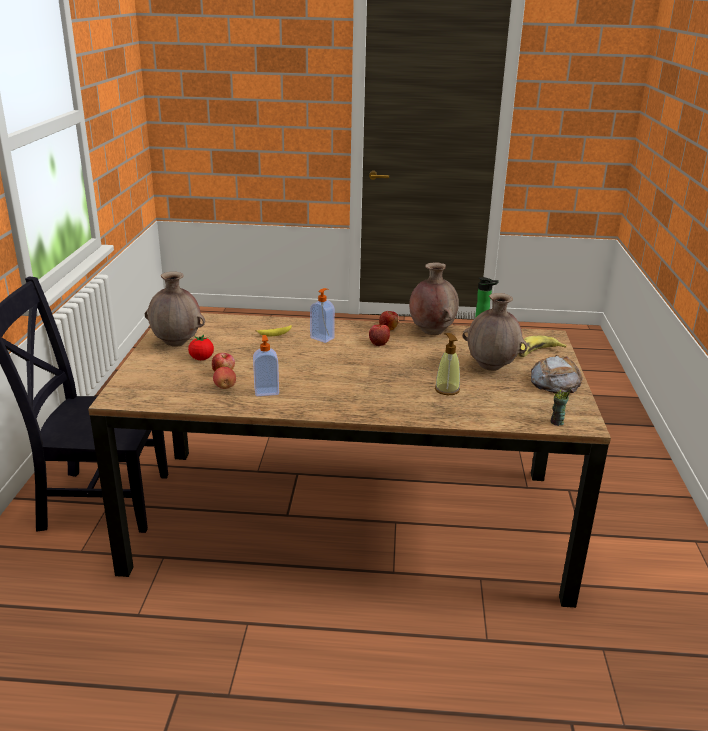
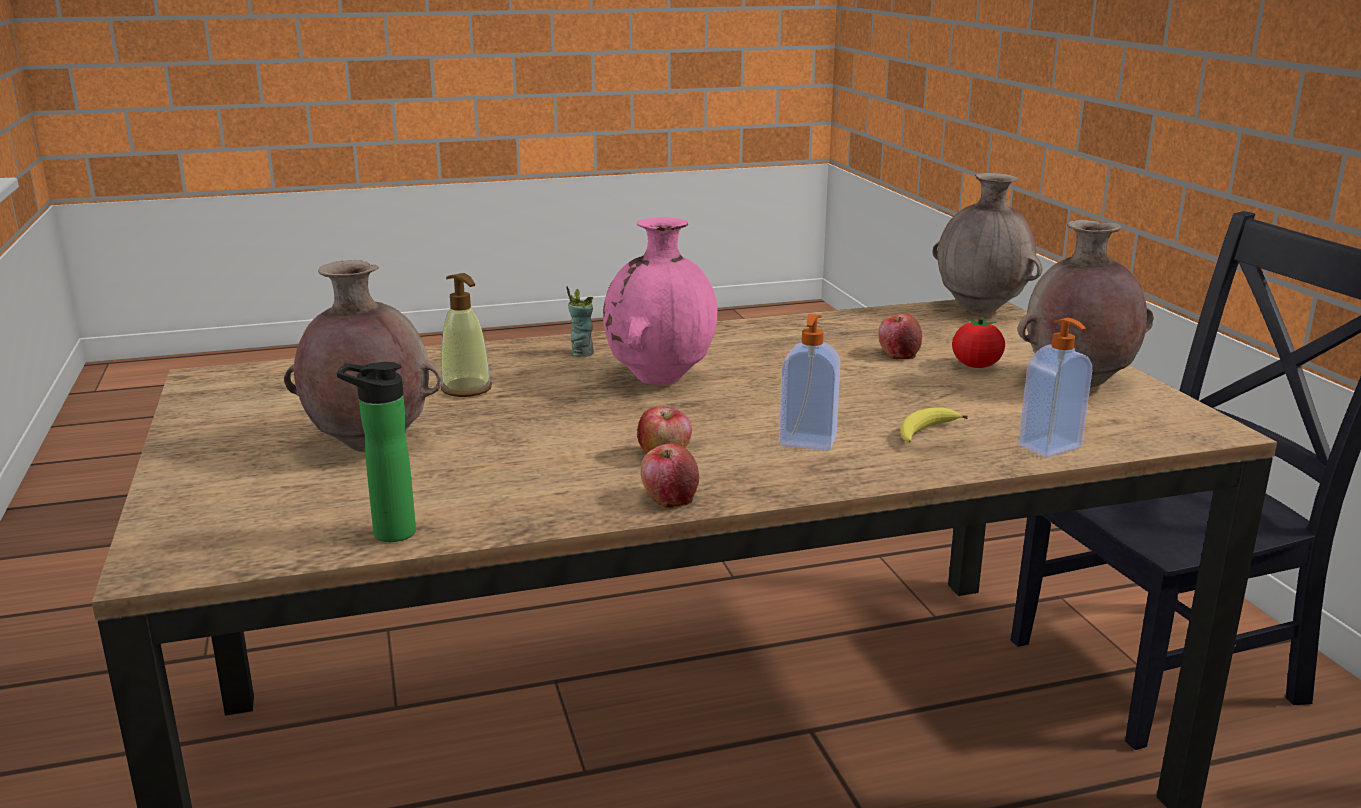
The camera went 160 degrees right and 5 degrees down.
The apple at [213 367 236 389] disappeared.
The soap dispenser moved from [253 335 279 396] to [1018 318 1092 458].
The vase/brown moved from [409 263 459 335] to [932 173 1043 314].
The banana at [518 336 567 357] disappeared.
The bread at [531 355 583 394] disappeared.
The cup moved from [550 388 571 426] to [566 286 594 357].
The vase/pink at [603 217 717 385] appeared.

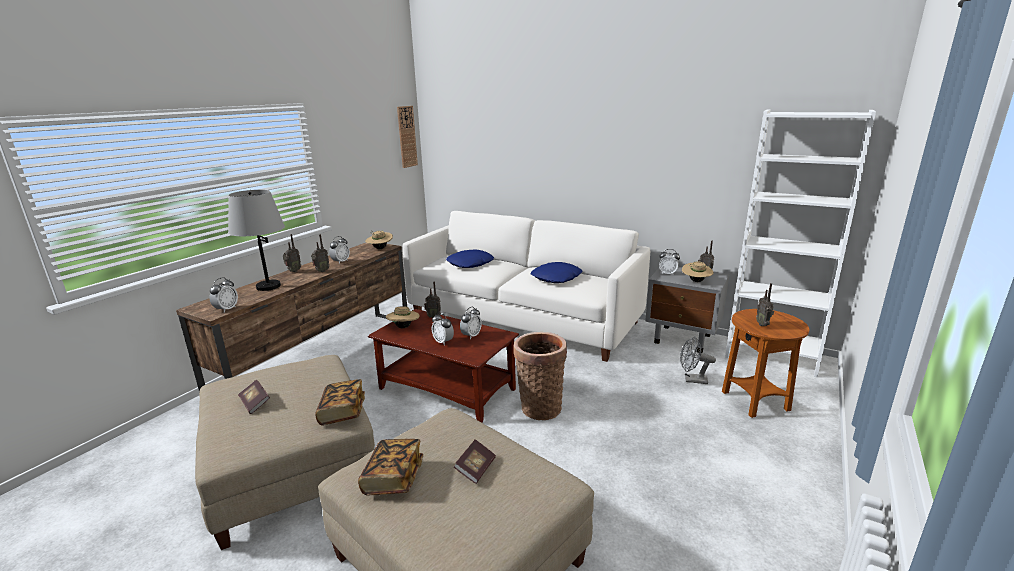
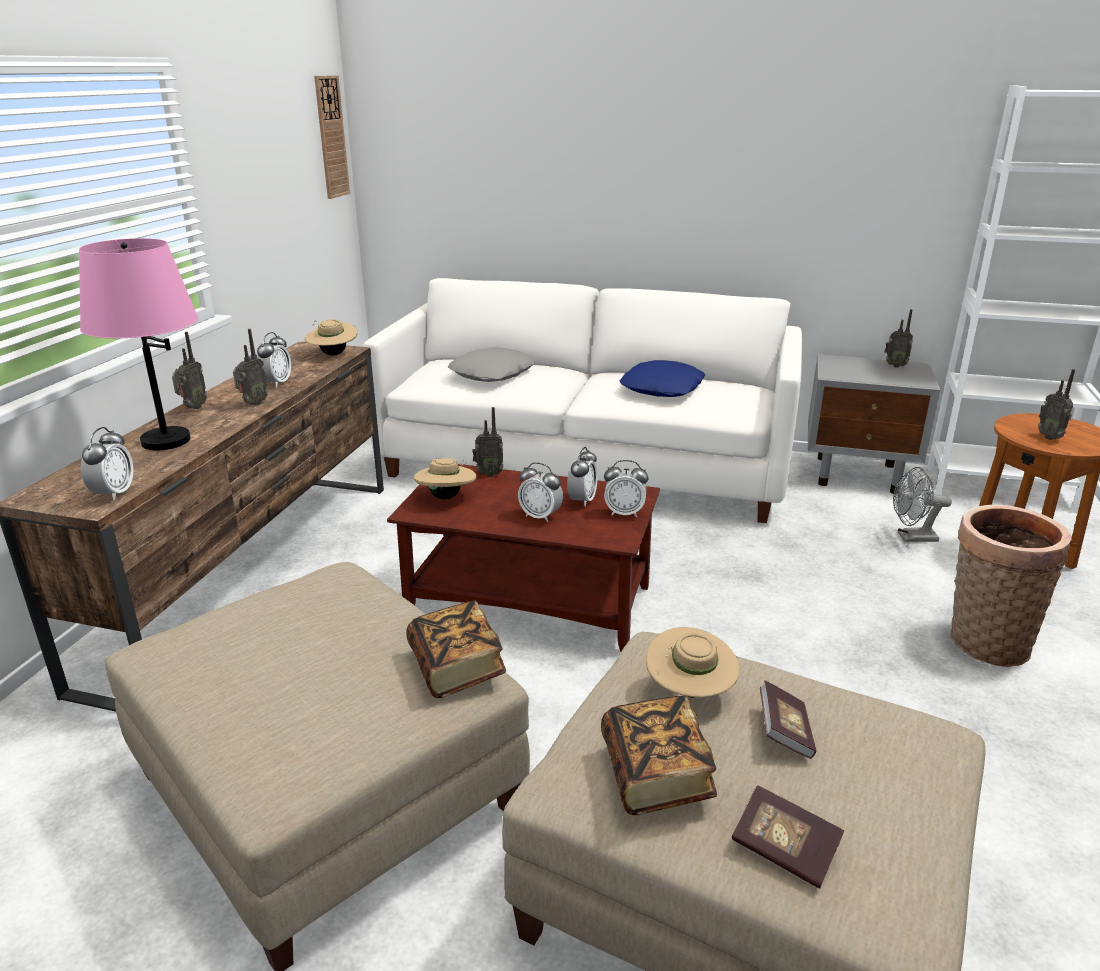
The camera went 15 degrees left and 5 degrees up.
The table lamp/grey at [228 190 285 291] became the table lamp/pink at [79 238 198 450].
The book moved from [238 380 270 414] to [732 785 844 889].
The pillow/blue at [446 249 494 268] became the pillow/grey at [448 347 535 382].
The basket moved from [513 332 567 420] to [950 504 1072 667].
The alarm clock moved from [659 249 680 276] to [604 460 648 517].
The hat/beige moved from [682 262 713 282] to [646 627 740 698].

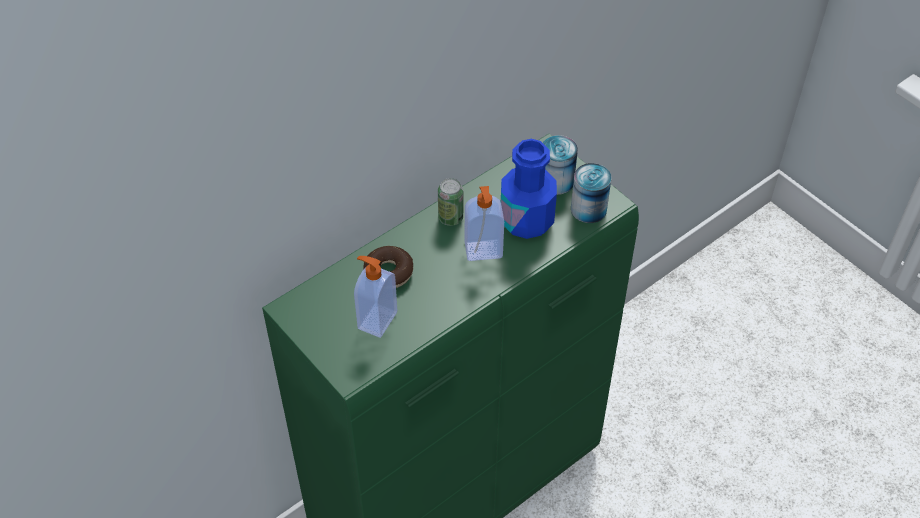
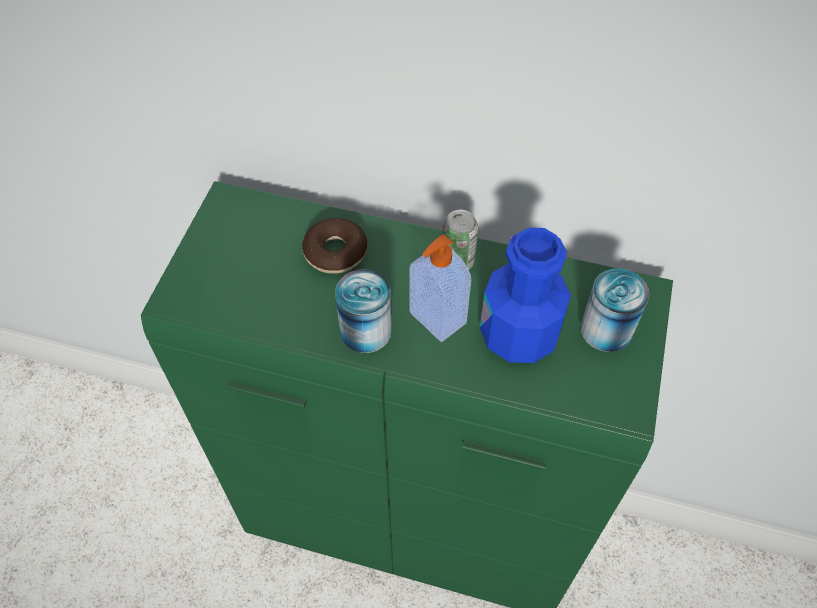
The camera went 55 degrees right and 5 degrees up.
The soap dispenser at [354 256 397 338] disappeared.
The can moved from [571 163 612 223] to [335 269 392 353].

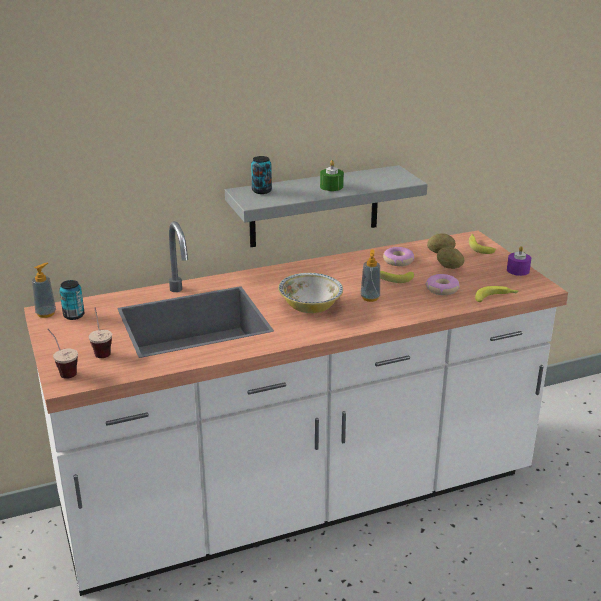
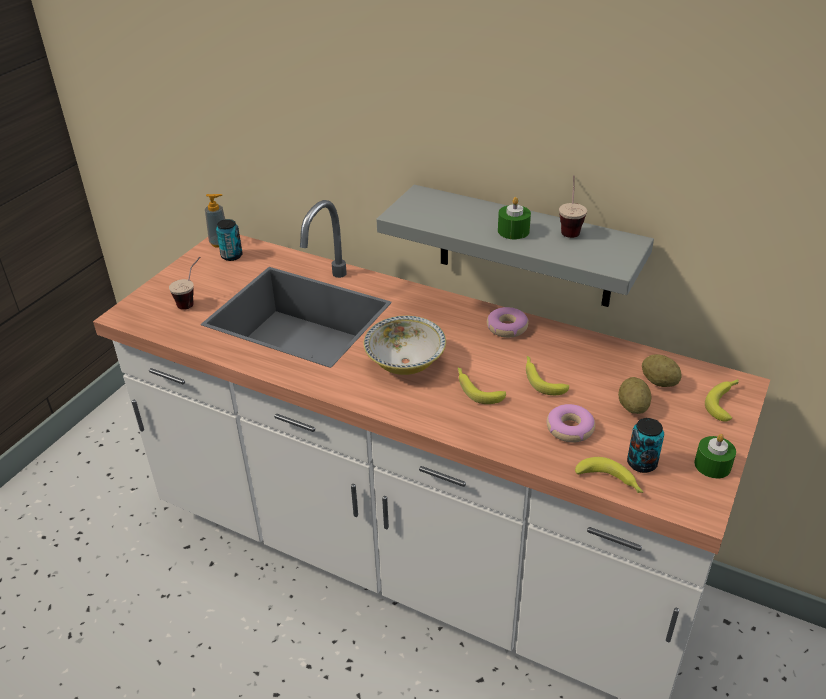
The camera went 50 degrees right and 10 degrees up.
The cup moved from [47 329 78 379] to [559 175 587 238].
The can moved from [251 156 272 194] to [627 418 664 473].
The soap dispenser at [361 249 380 302] was replaced by the banana at [458 368 506 404].
The donut moved from [383 247 414 266] to [487 307 529 338].
The candle/purple at [507 246 531 276] became the candle/green at [694 434 736 479].

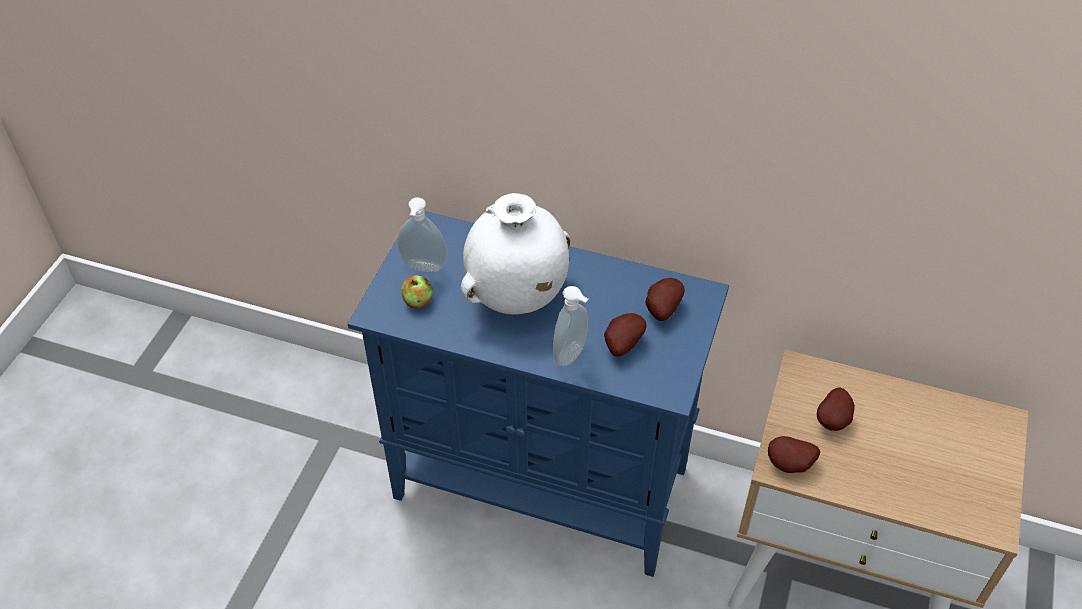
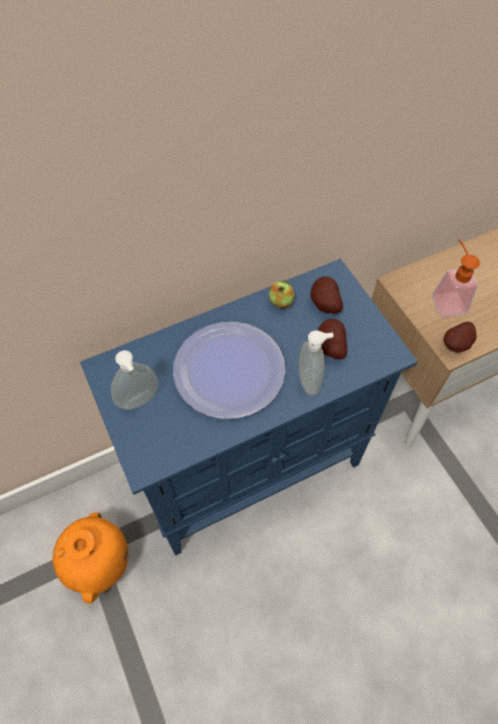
The camera went 45 degrees left and 10 degrees up.
The apple moved from [401 275 433 309] to [269 281 295 309].
The vase/white at [461 193 571 315] was replaced by the plate at [173 322 285 419].
The potato at [817 388 855 431] was replaced by the soap dispenser at [432 239 480 317].
The vase/orange at [53 512 129 604] appeared.

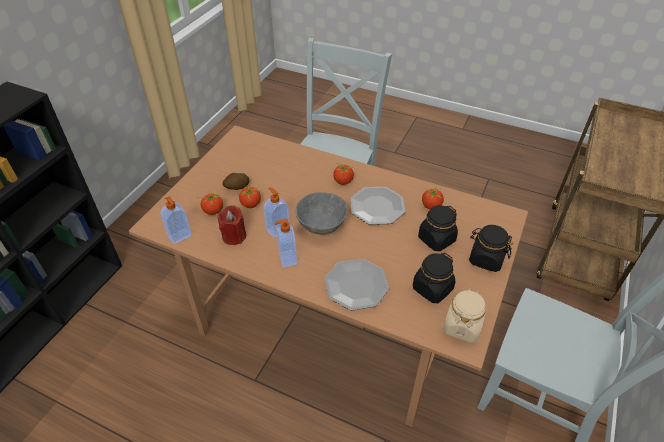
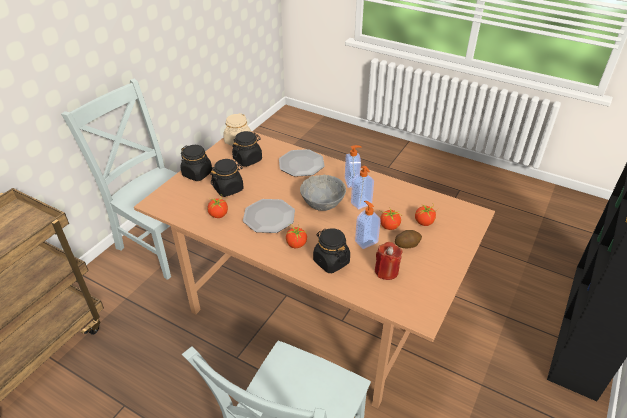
The camera went 175 degrees left and 5 degrees down.
The soap dispenser moved from [160 196 192 244] to [355 201 381 249].
The candle/red moved from [217 205 246 245] to [375 242 403 280].
The jar/black at [313 228 350 273] appeared.

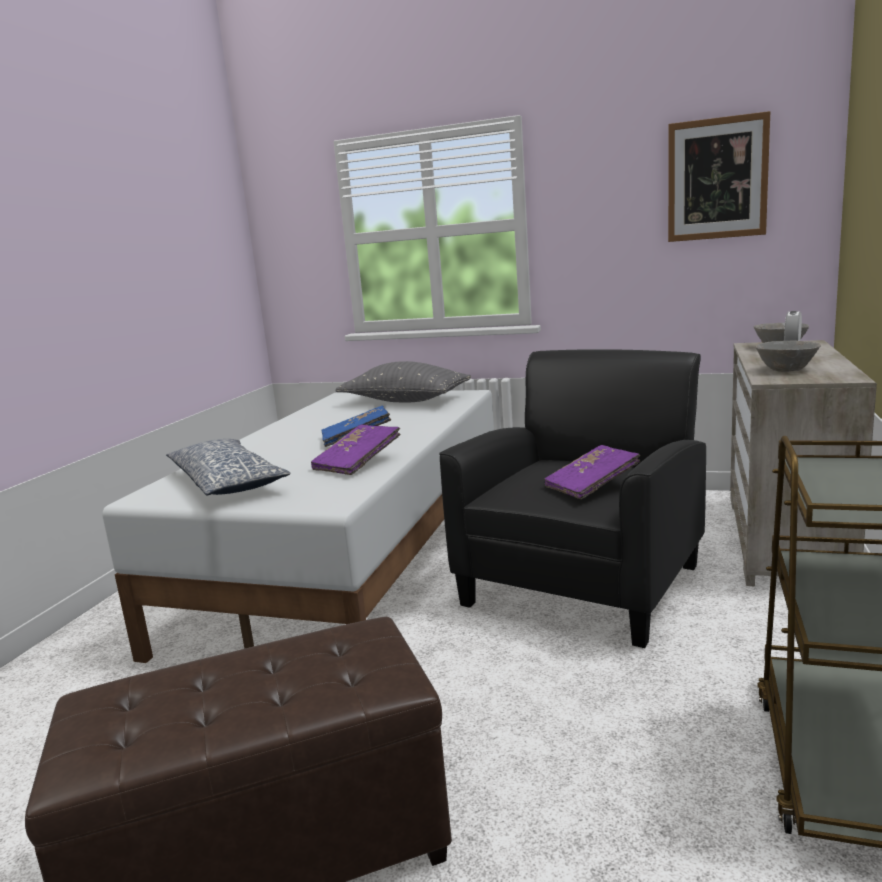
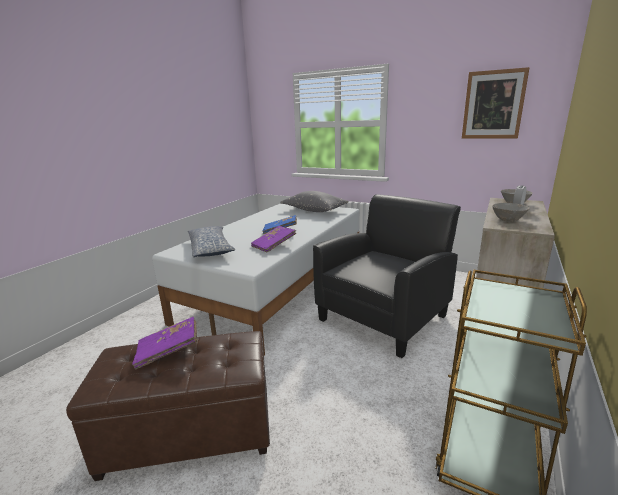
The camera went 10 degrees right and 5 degrees up.
The book/purple moved from [544 445 641 499] to [132 317 197 370].

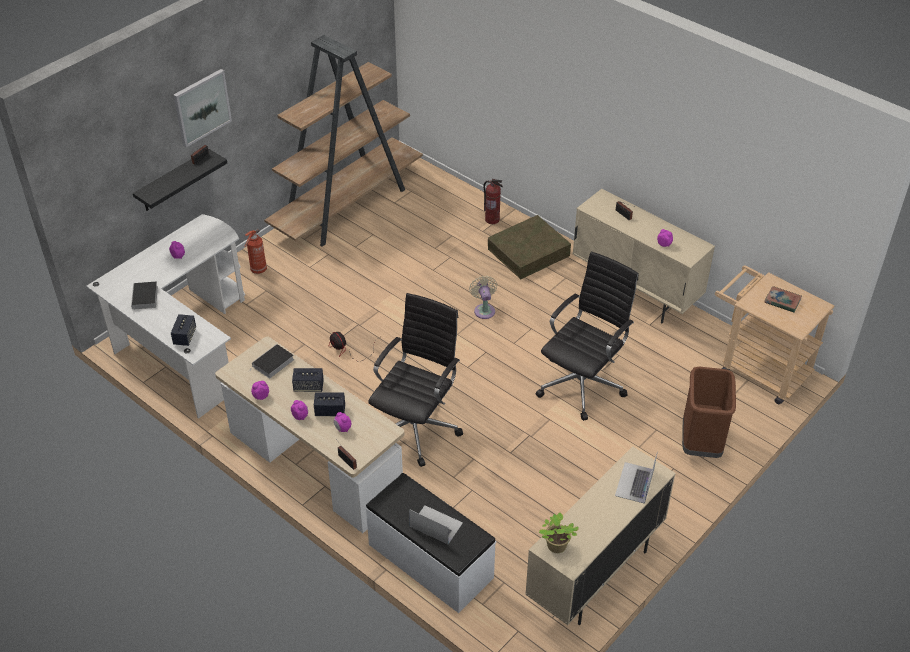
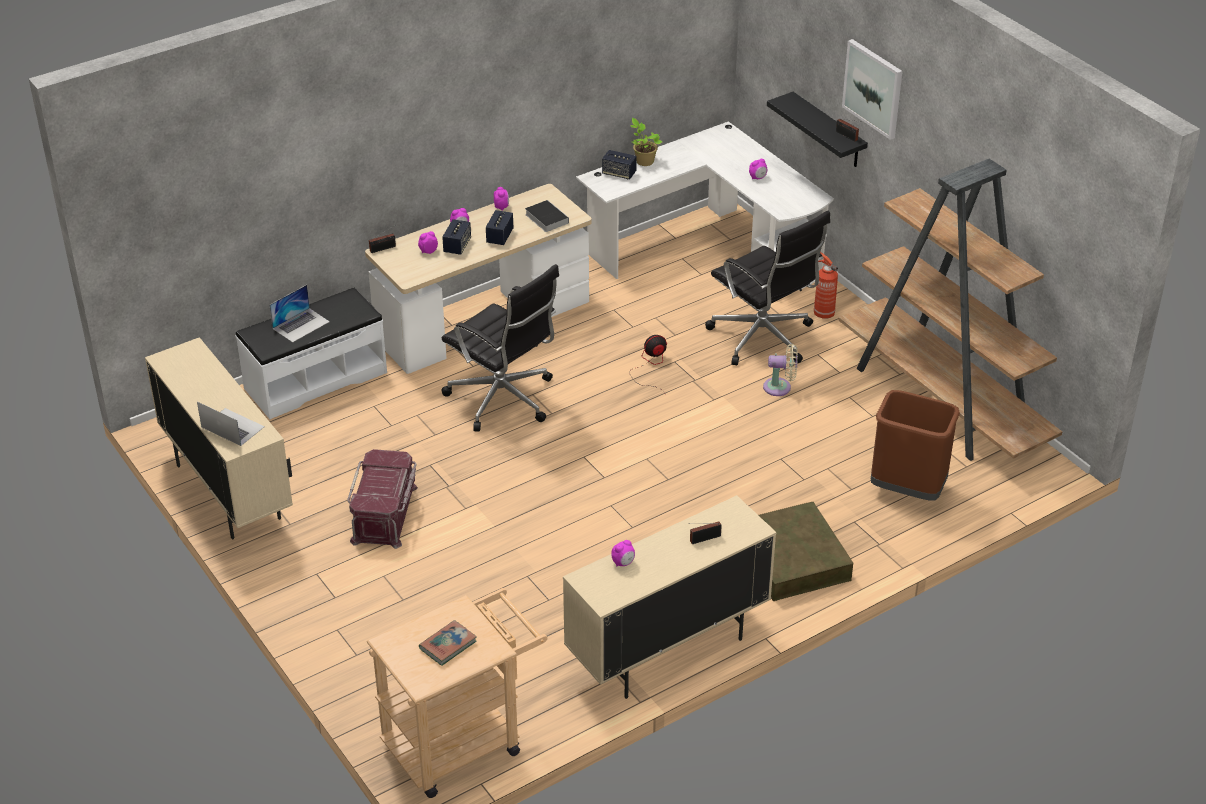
The camera went 105 degrees right and 5 degrees down.
The book at [131 282 158 314] disappeared.
The fan/beige moved from [469 276 497 319] to [763 344 798 396].
The fire extinguisher at [483 179 503 224] disappeared.
The office chair/black moved from [536 251 638 421] to [705 211 830 365].
The potted plant moved from [539 513 579 553] to [630 118 662 166].
The trash can/brown moved from [682 367 736 458] to [871 390 960 500].
The storage box/red at [347 449 418 549] appeared.

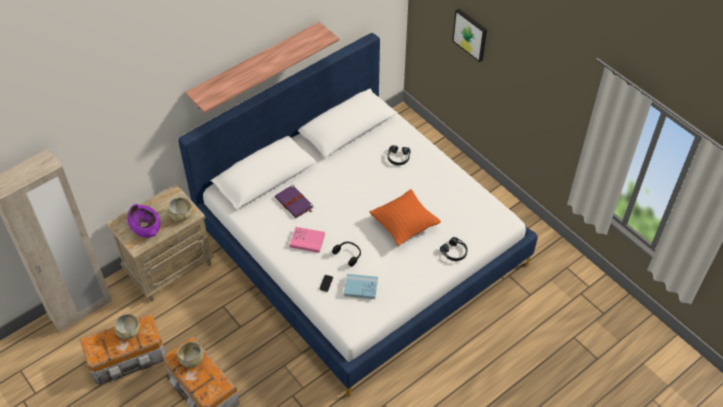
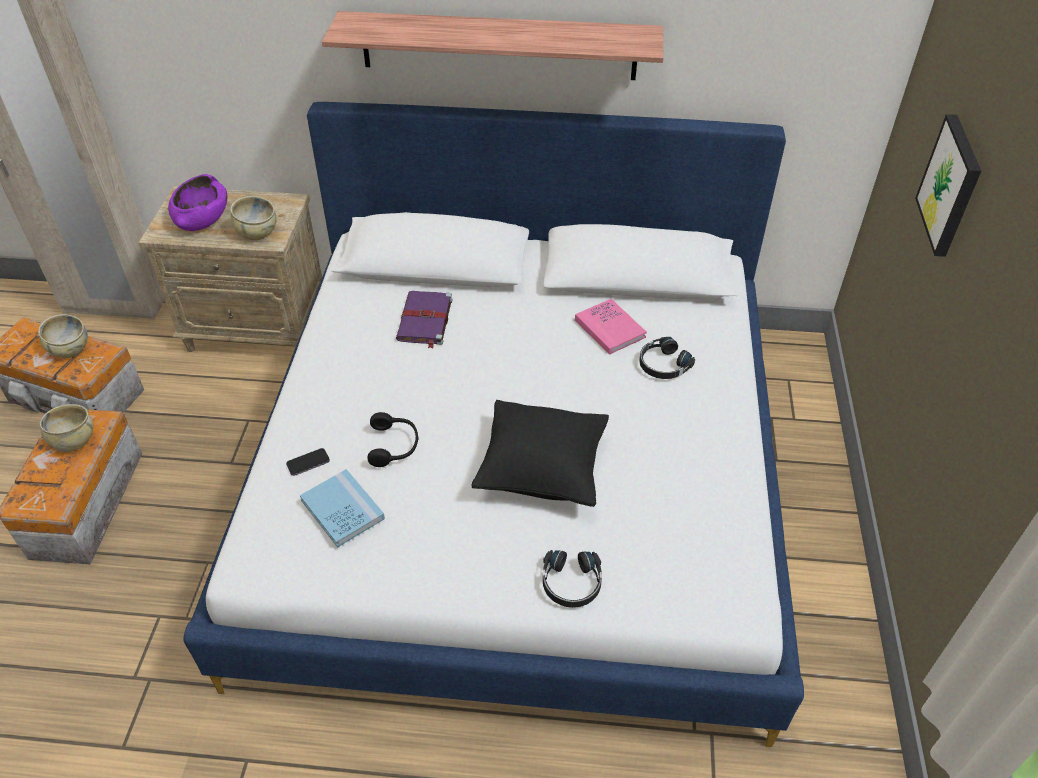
The camera went 45 degrees right and 5 degrees down.
The book/pink moved from [290 227 325 253] to [575 299 647 355].
The pillow/orange at [369 189 441 246] became the pillow/black at [472 400 609 507].

